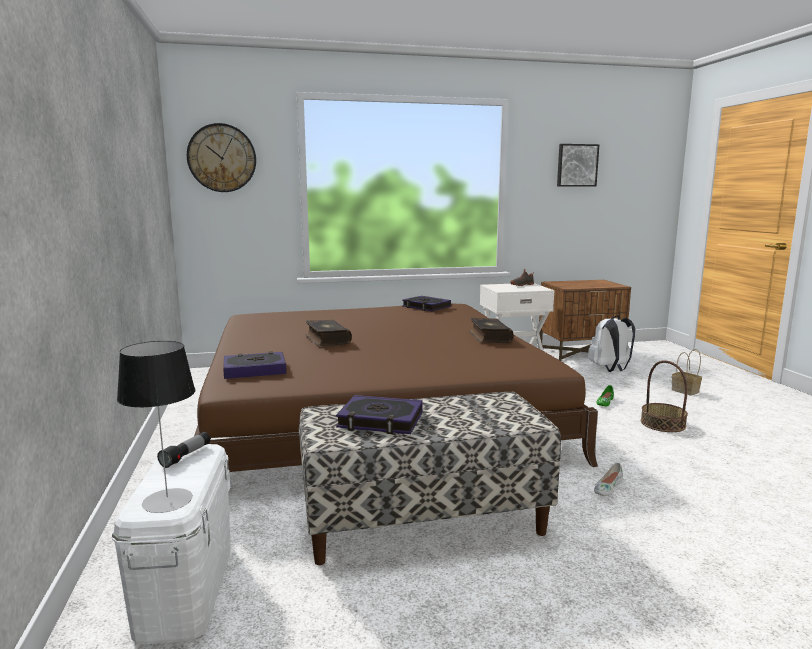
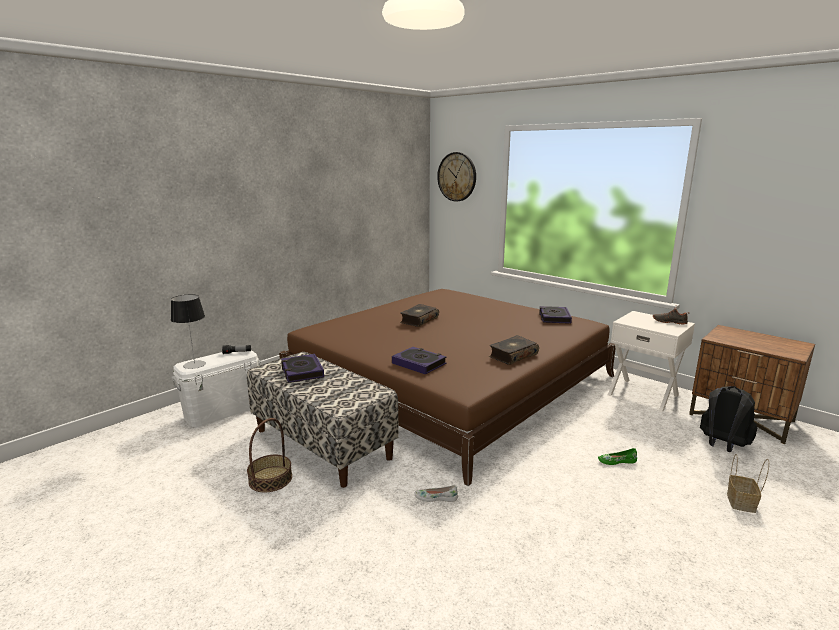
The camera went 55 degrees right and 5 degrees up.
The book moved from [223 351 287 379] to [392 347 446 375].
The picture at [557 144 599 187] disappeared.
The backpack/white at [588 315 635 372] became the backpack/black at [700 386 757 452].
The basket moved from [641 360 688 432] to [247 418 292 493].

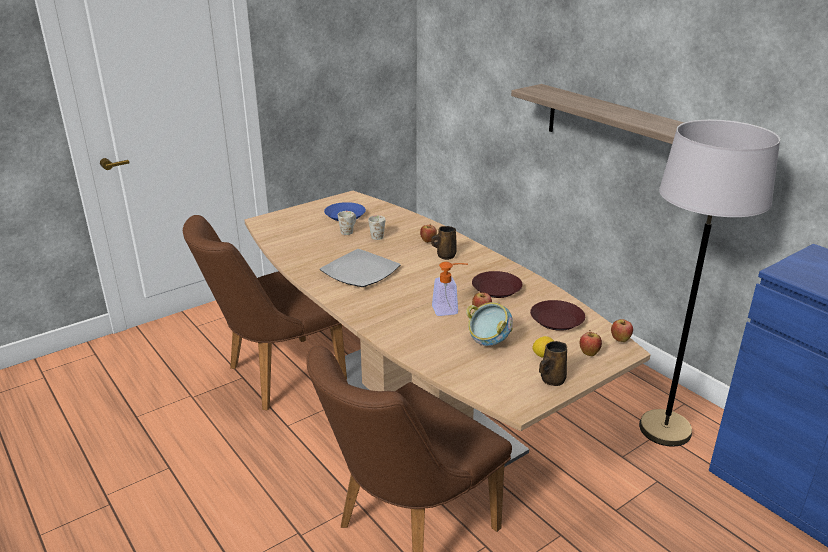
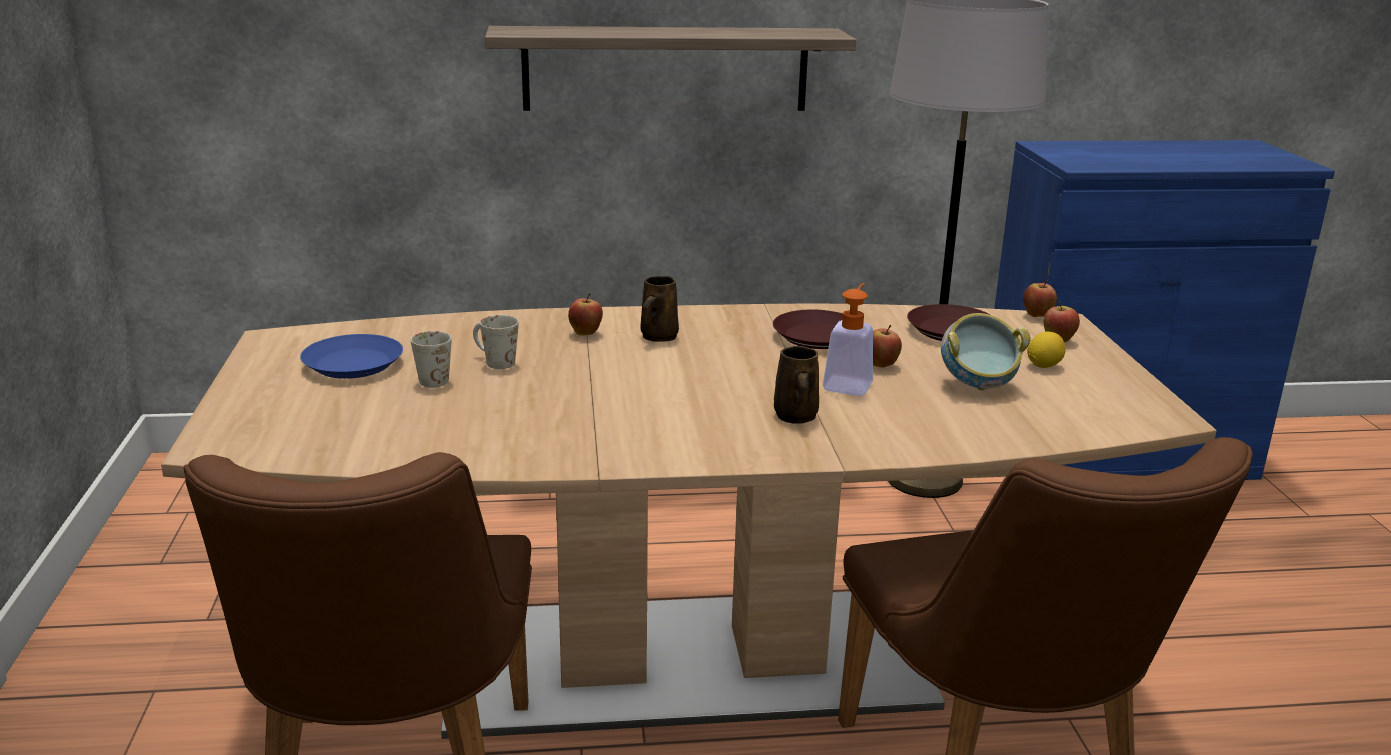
The camera went 60 degrees left and 5 degrees down.
The plate at [320 249 400 287] disappeared.
The mug/brown moved from [539 341 567 386] to [774 346 819 424].

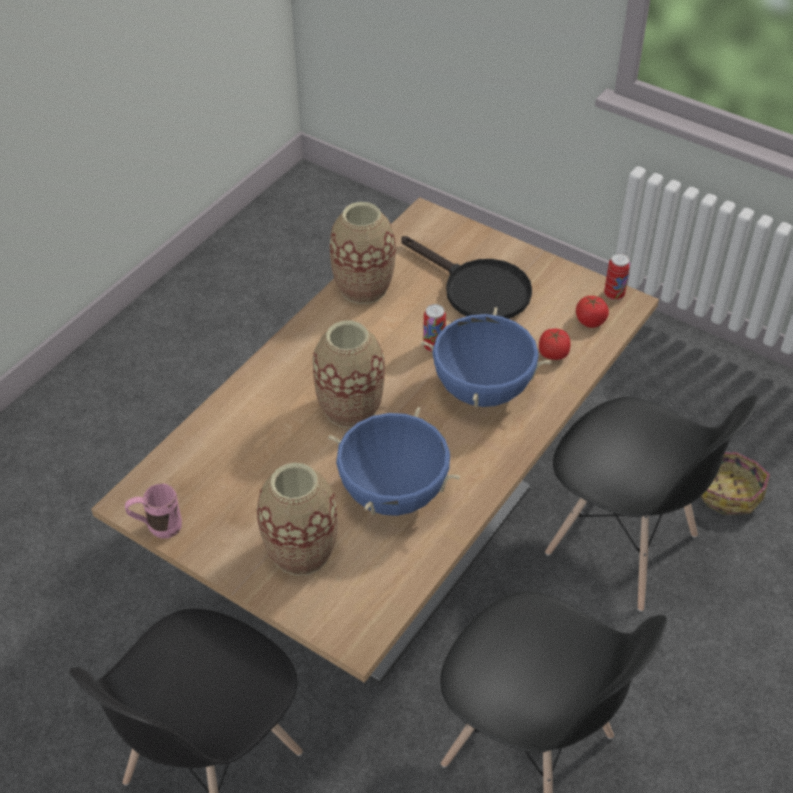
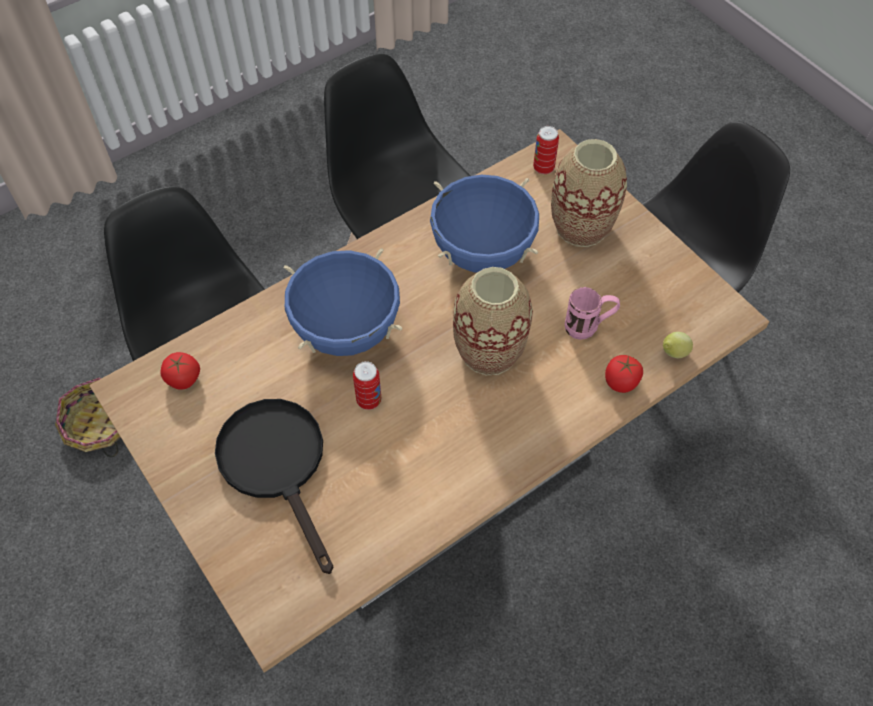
The camera went 160 degrees left and 10 degrees up.
The mug/pink moved from [125 483 182 539] to [565 287 620 340].
The vase at [330 202 396 304] disappeared.
The tomato moved from [539 329 571 360] to [605 355 643 393].
The can moved from [604 253 630 300] to [533 126 559 174].
The lemon at [663 332 693 358] appeared.

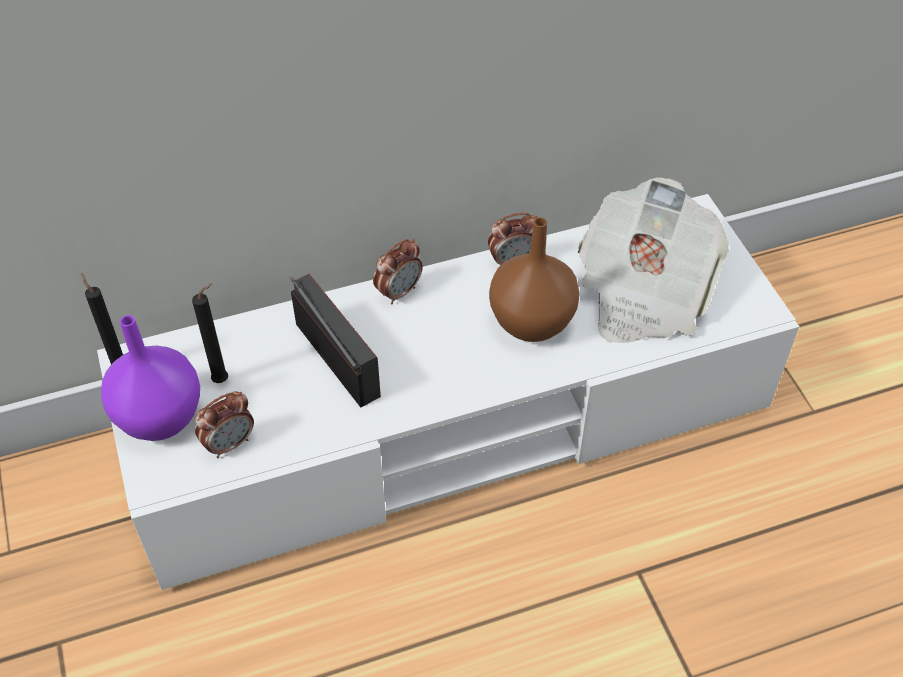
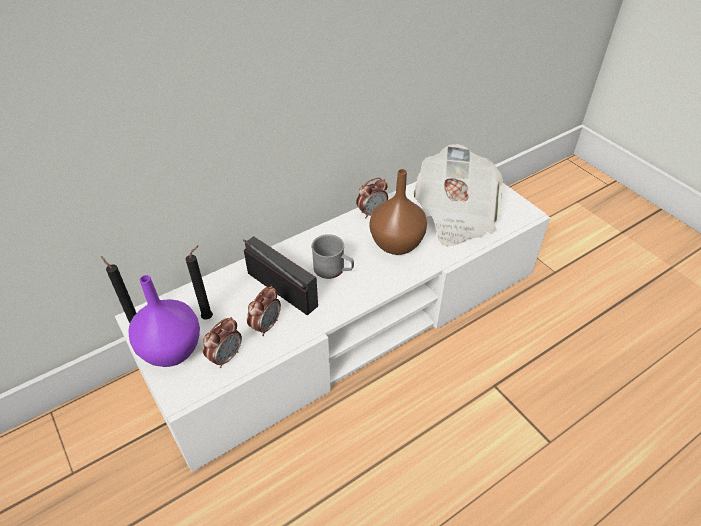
The camera went 15 degrees left and 5 degrees down.
The alarm clock moved from [373 239 423 305] to [247 286 281 336].
The mug/grey at [311 234 354 279] appeared.

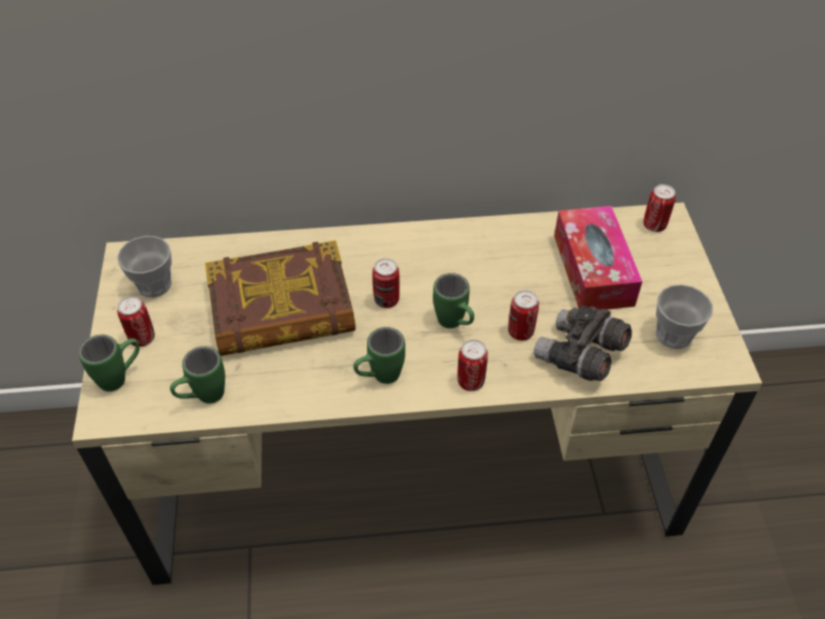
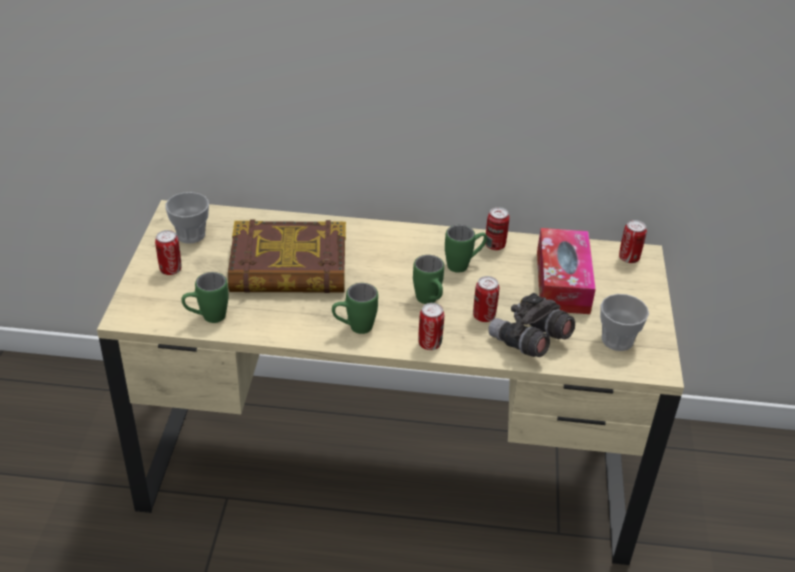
The camera went 10 degrees right and 10 degrees down.
The mug/green moved from [79 335 140 392] to [445 225 487 273].
The can moved from [372 258 400 308] to [485 207 509 250].

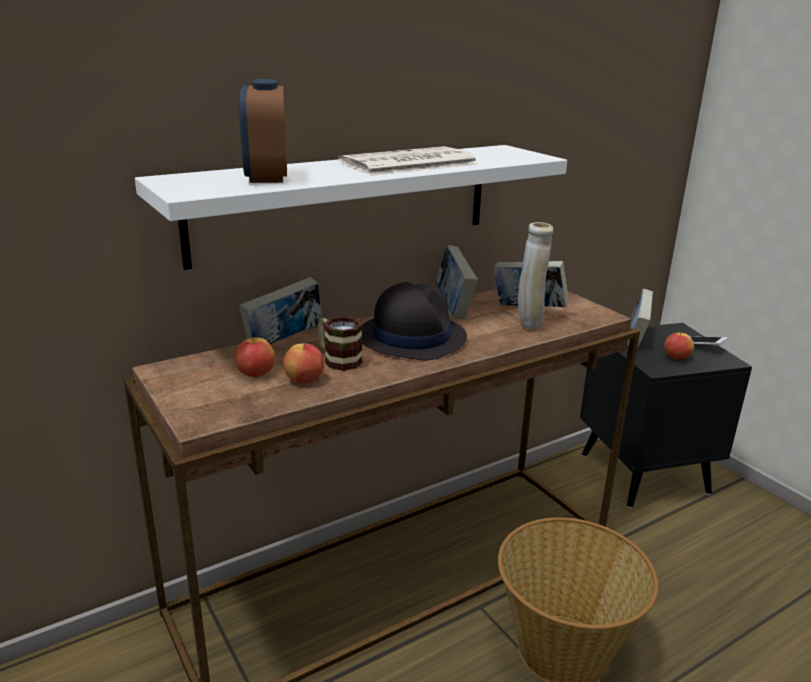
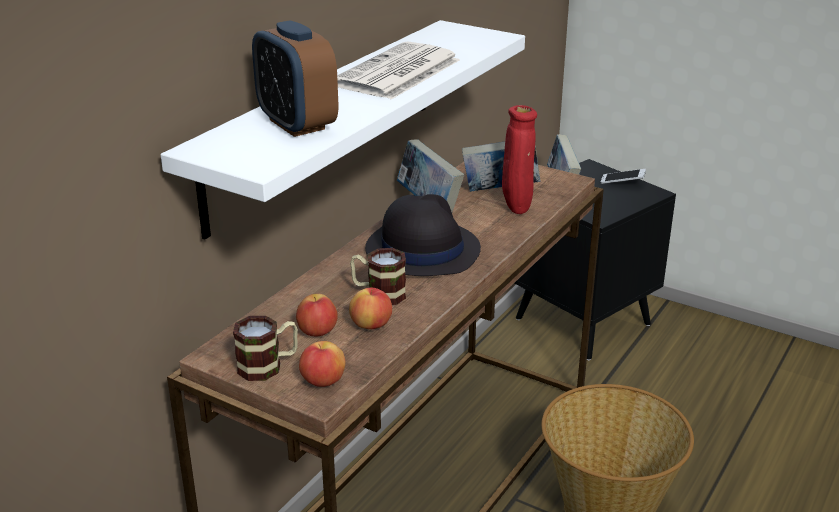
The camera went 25 degrees left and 5 degrees up.
The book at [239 277 322 344] disappeared.
The vase/beige at [518 222 553 330] became the vase/red at [502 105 537 214].
The apple moved from [664 332 694 360] to [299 341 346 387].
The mug at [233 316 298 381] appeared.

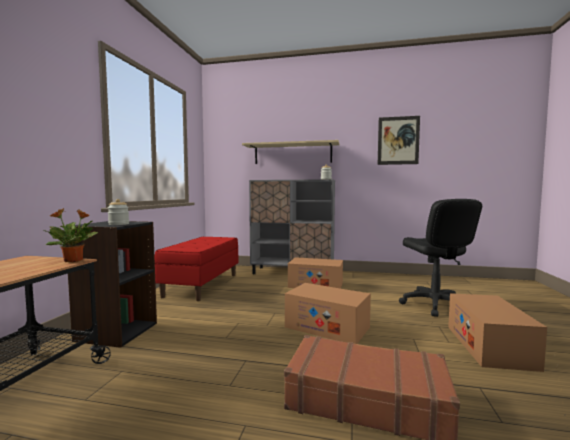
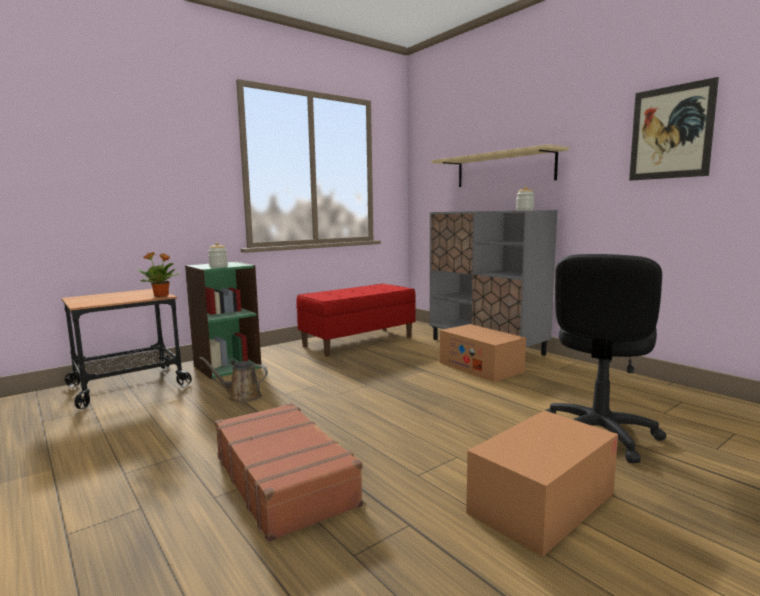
The camera went 40 degrees right and 5 degrees up.
The bookcase/black at [68 221 157 348] became the bookcase/green at [185 262 261 379].
The cardboard box at [285 283 371 344] disappeared.
The watering can/brown at [200 357 268 403] appeared.

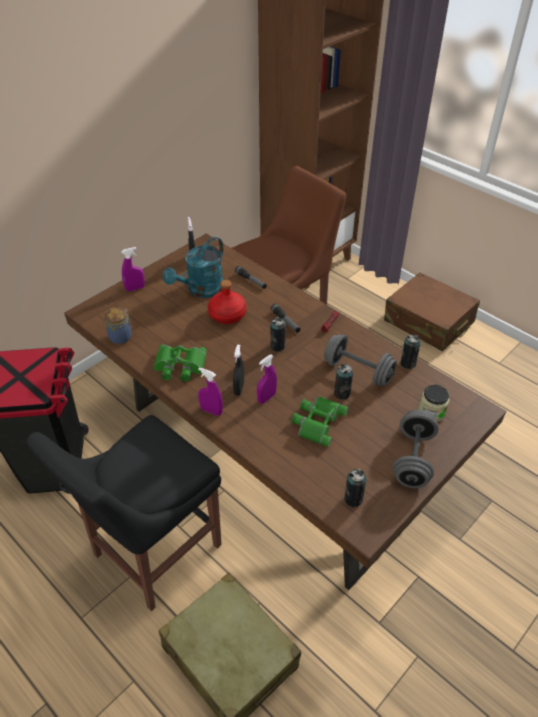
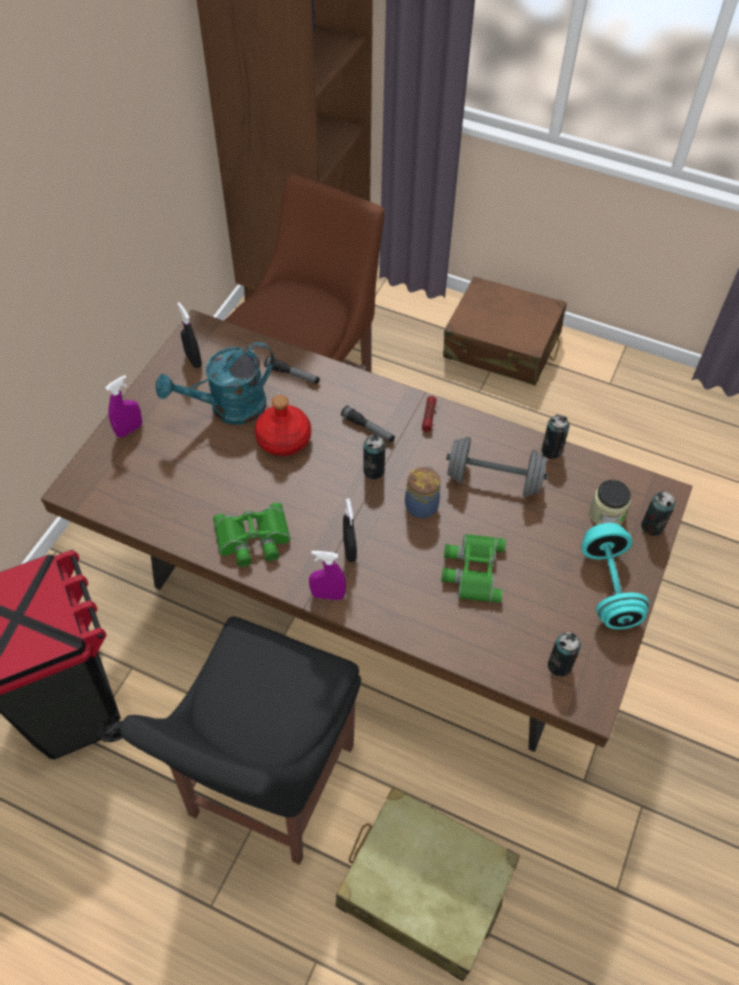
The camera went 20 degrees left and 10 degrees up.
The jar moved from [104 307 132 344] to [405 466 441 518].
The watering can/turquoise at [163 237 223 298] turned 45 degrees clockwise.
The spray bottle/purple at [257 355 277 404] disappeared.
The can moved from [334 364 353 400] to [641 491 675 536].
The dumbbell/grey at [393 409 439 488] became the dumbbell/turquoise at [581 523 649 629].

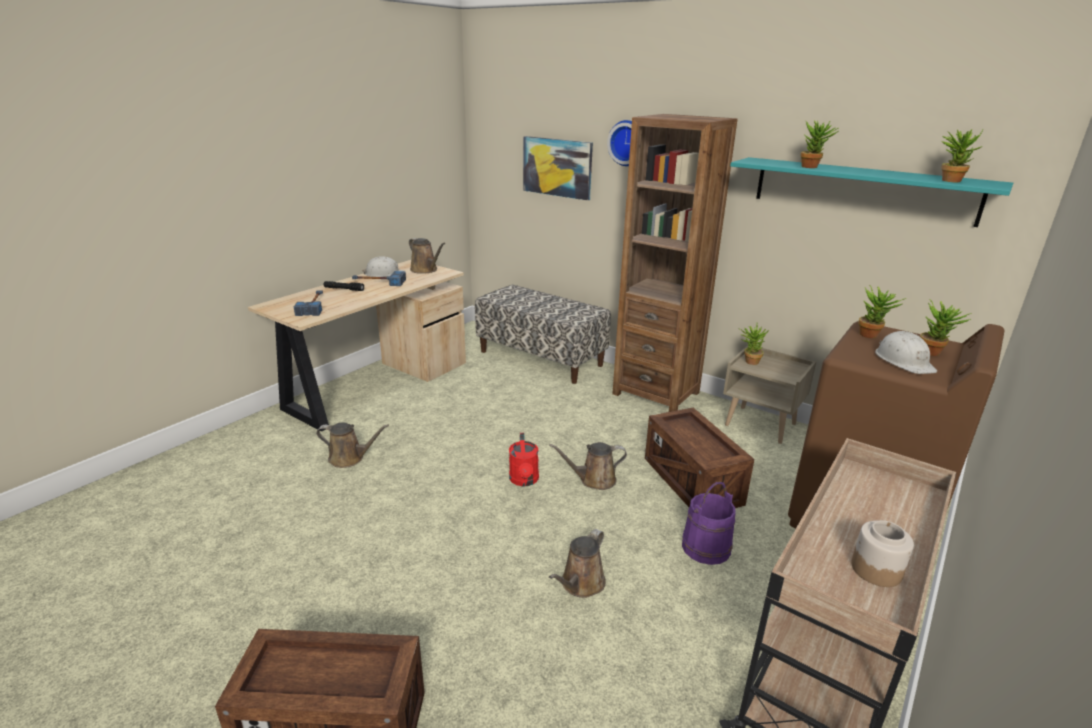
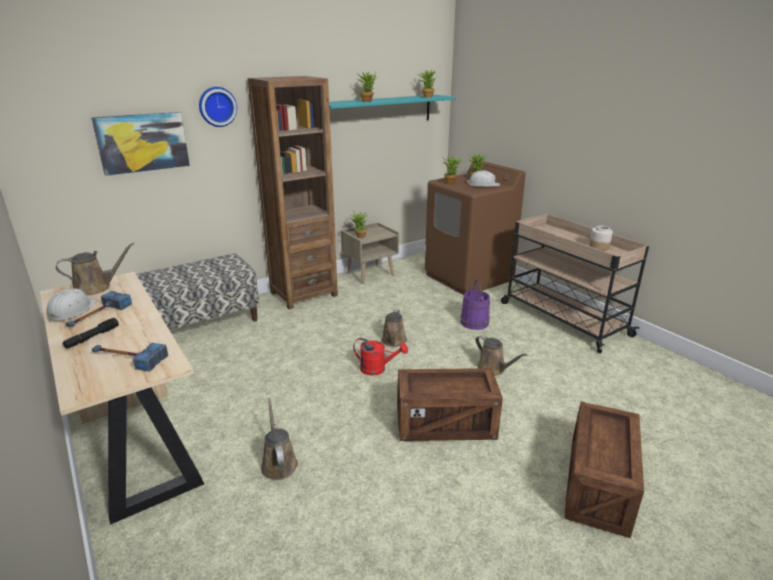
The camera went 70 degrees left and 0 degrees up.
The watering can/brown at [316 423 389 468] turned 45 degrees counterclockwise.
The crate moved from [645 408 754 508] to [397 368 503 441].

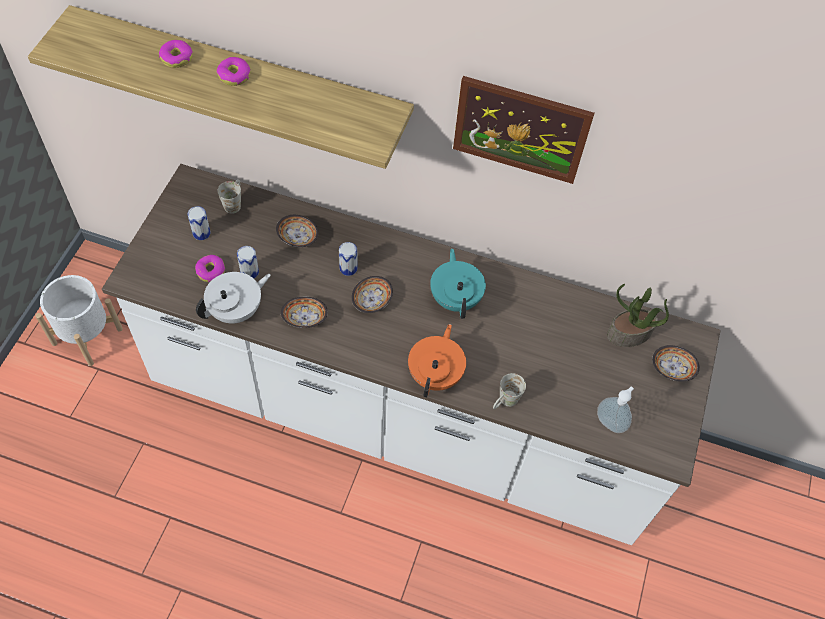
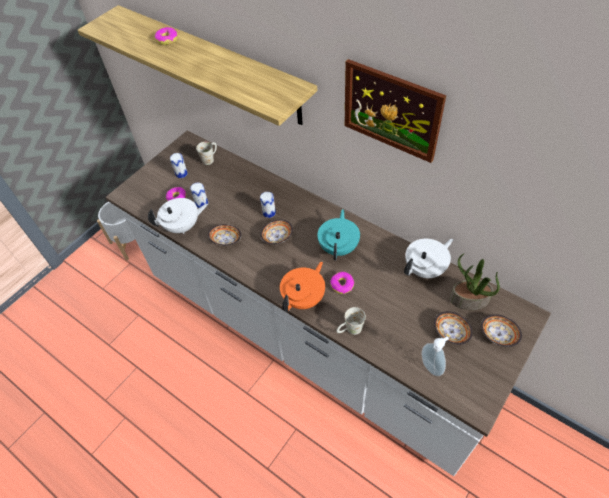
The camera went 25 degrees right and 5 degrees down.
The donut moved from [217 57 251 86] to [330 272 354 294].
The bowl moved from [276 215 318 247] to [434 311 473 345].
The teapot/white at [404 239 453 278] appeared.

